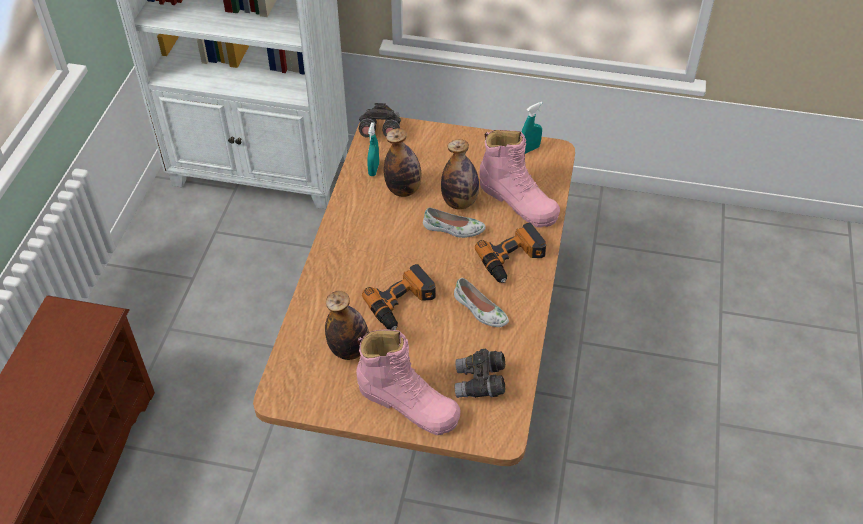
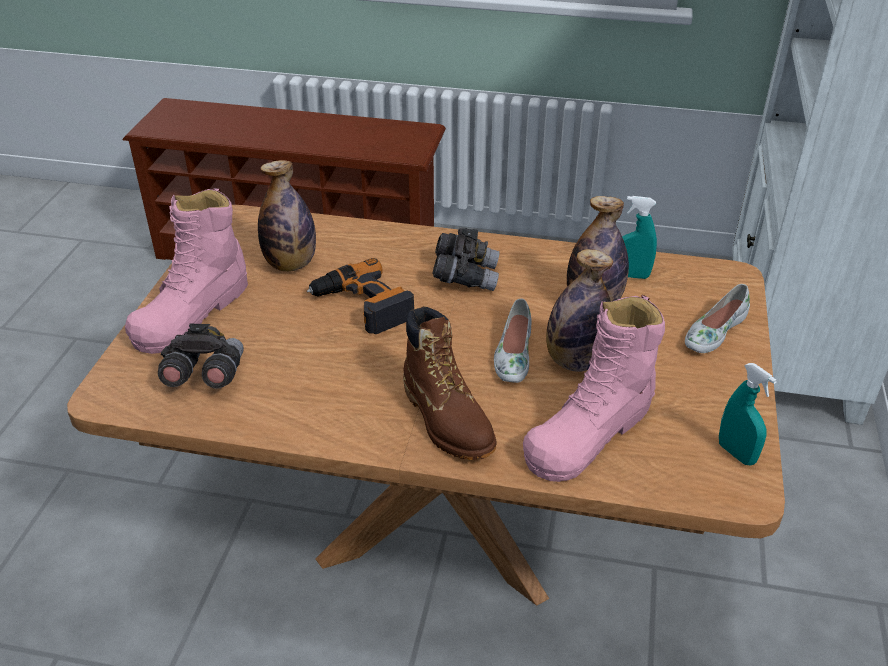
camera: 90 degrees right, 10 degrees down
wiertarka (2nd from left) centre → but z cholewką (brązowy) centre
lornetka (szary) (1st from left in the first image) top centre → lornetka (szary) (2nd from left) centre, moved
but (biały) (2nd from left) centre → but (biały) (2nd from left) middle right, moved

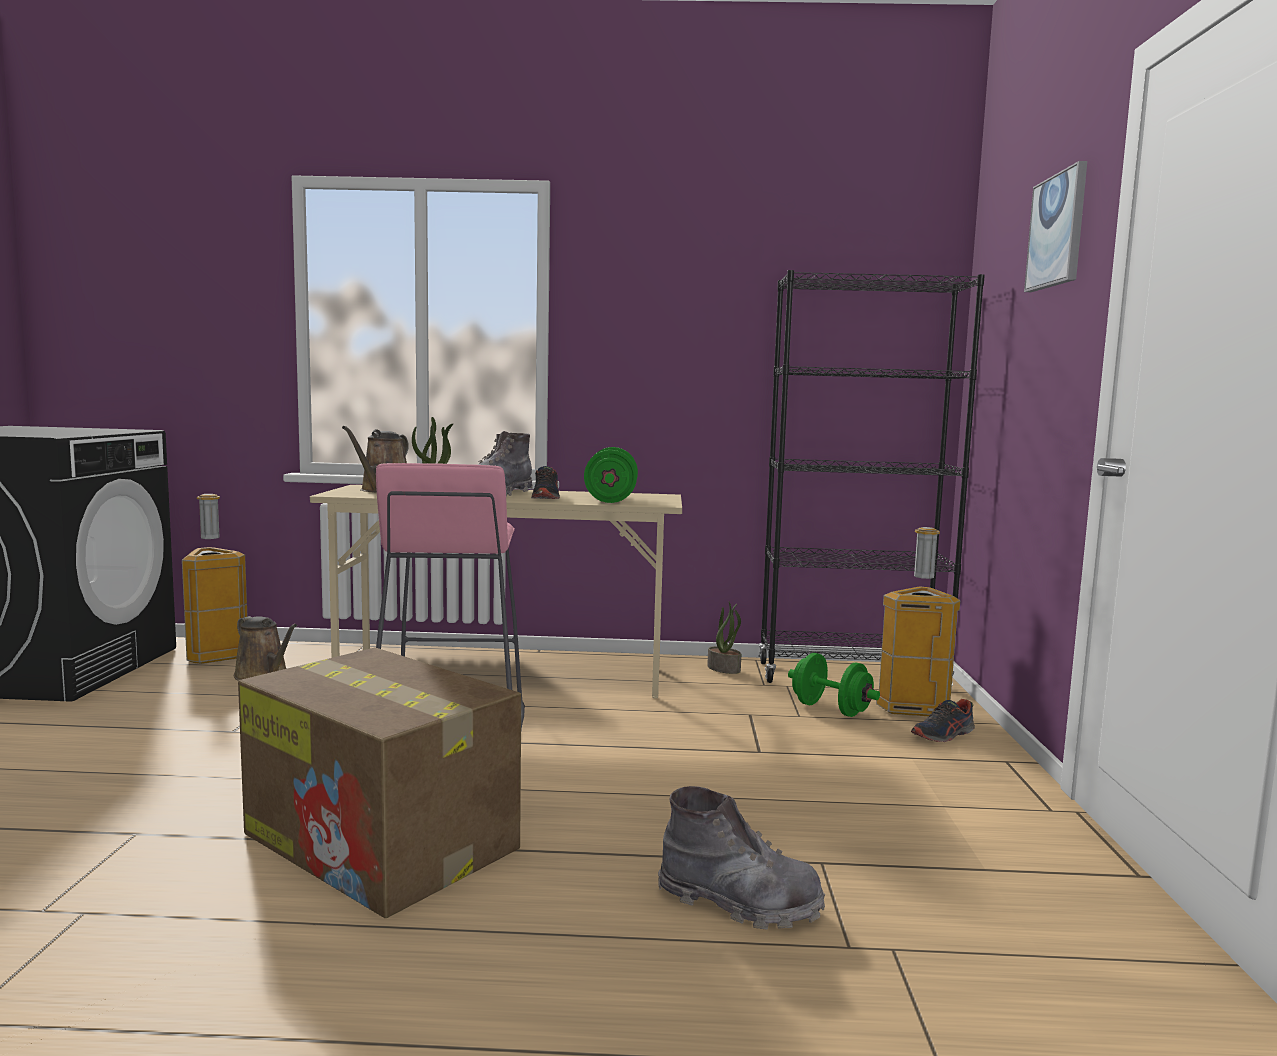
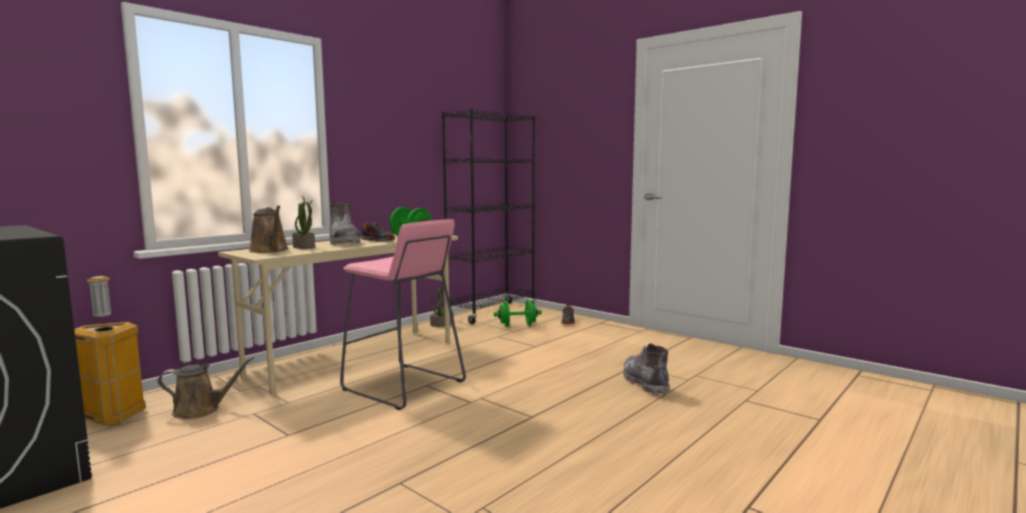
camera: 50 degrees left, 0 degrees up
but z cholewką (szary) (2nd from left) bottom centre, 75 degrees counterclockwise
karton bottom left → -
kosz na śmieci (2nd from left) middle right → -
obraz top right → -

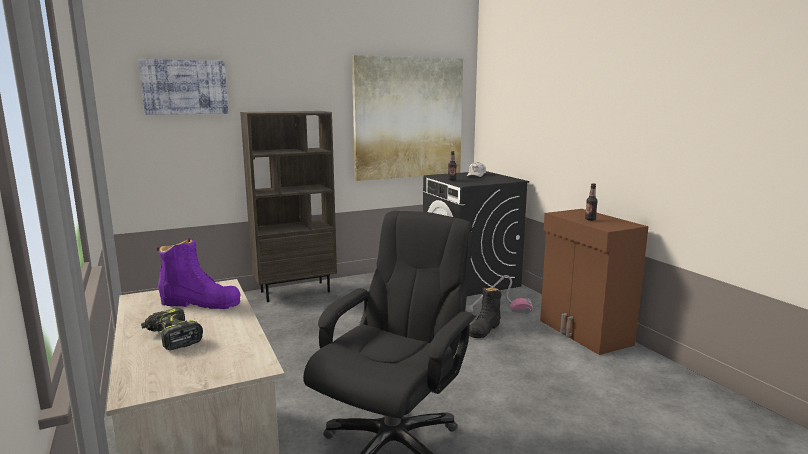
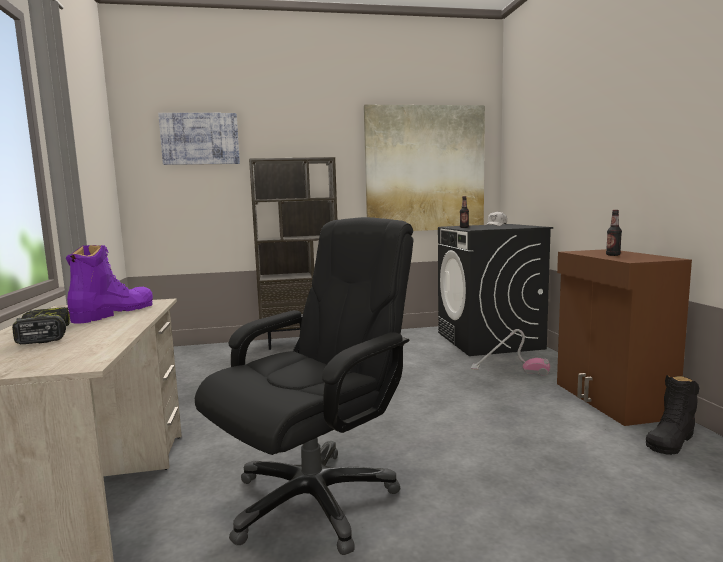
camera: 15 degrees right, 5 degrees down
but z cholewką (fioletowy) middle left, 90 degrees counterclockwise
but z cholewką (czarny) bottom centre → but z cholewką (czarny) bottom right, moved

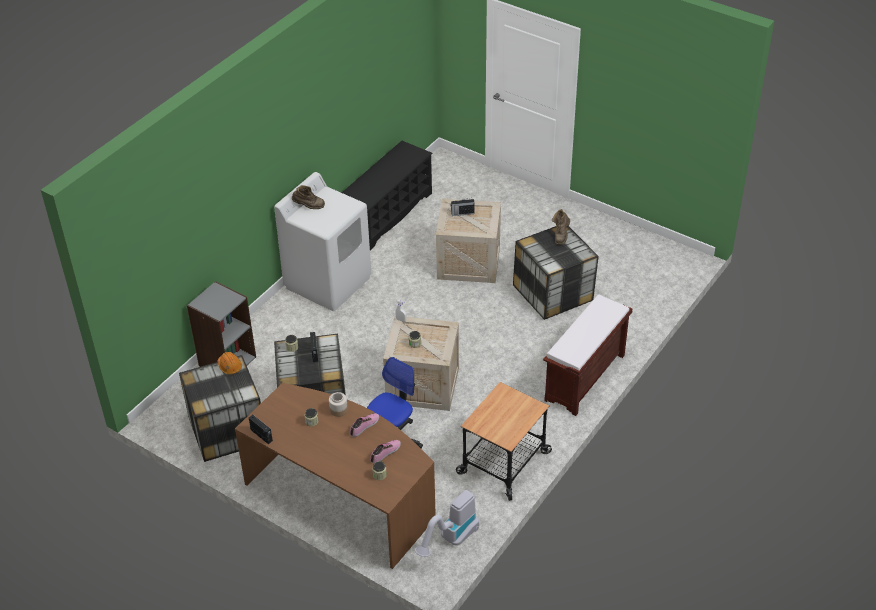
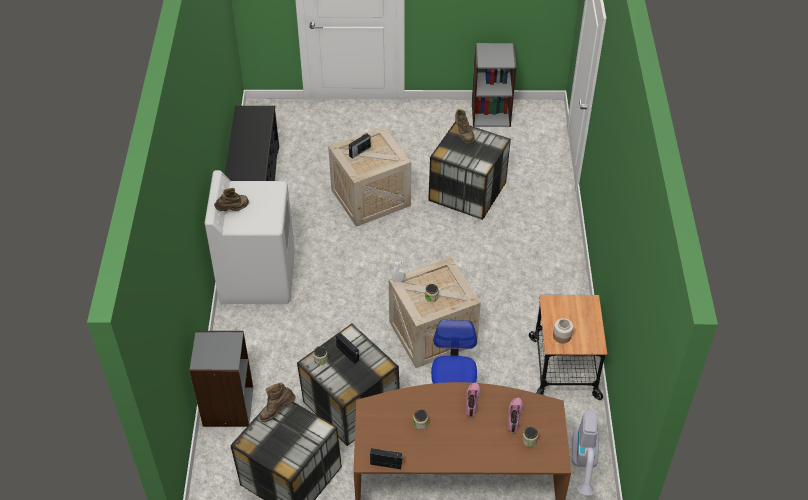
camera: 35 degrees left, 5 degrees up
kask (pomarańczowy) middle left → but z cholewką (brązowy) (2nd from left) bottom centre
- → regał (szary) (2nd from left) top centre
słoik (3rd from left in the first image) centre → słoik (5th from left) middle right, moved
ławka (brązowy) middle right → -

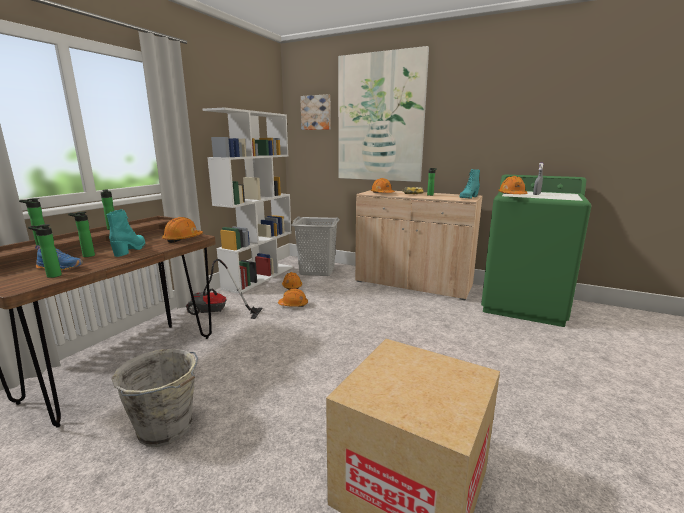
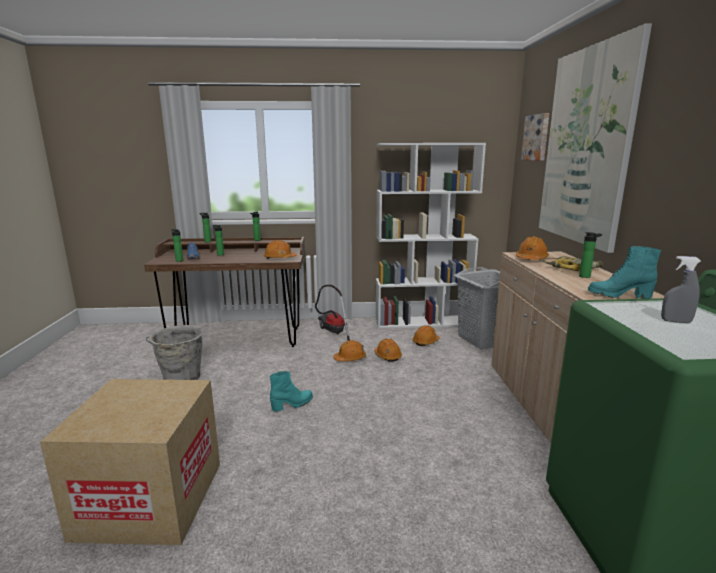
camera: 60 degrees right, 0 degrees up
but z cholewką (turkusowy) (1st from left) middle left → but z cholewką (turkusowy) (1st from left) bottom centre, moved
kask (pomarańczowy) (5th from left in the first image) middle right → kask (pomarańczowy) (2nd from left) centre, moved

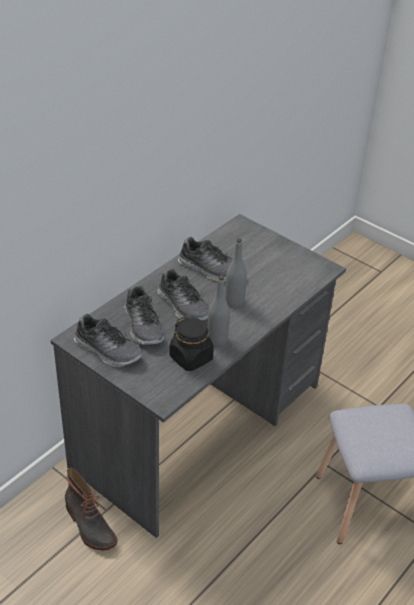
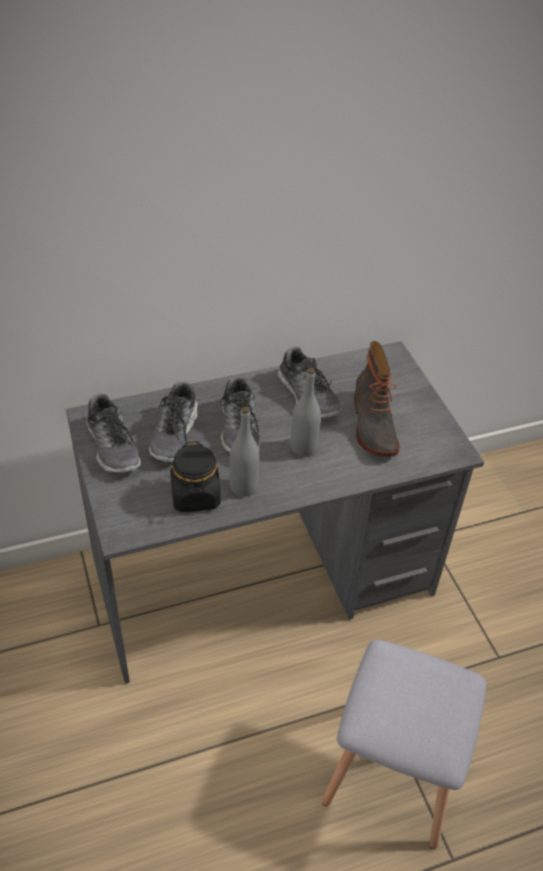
camera: 30 degrees right, 5 degrees up
but z cholewką bottom left → but z cholewką middle right, moved

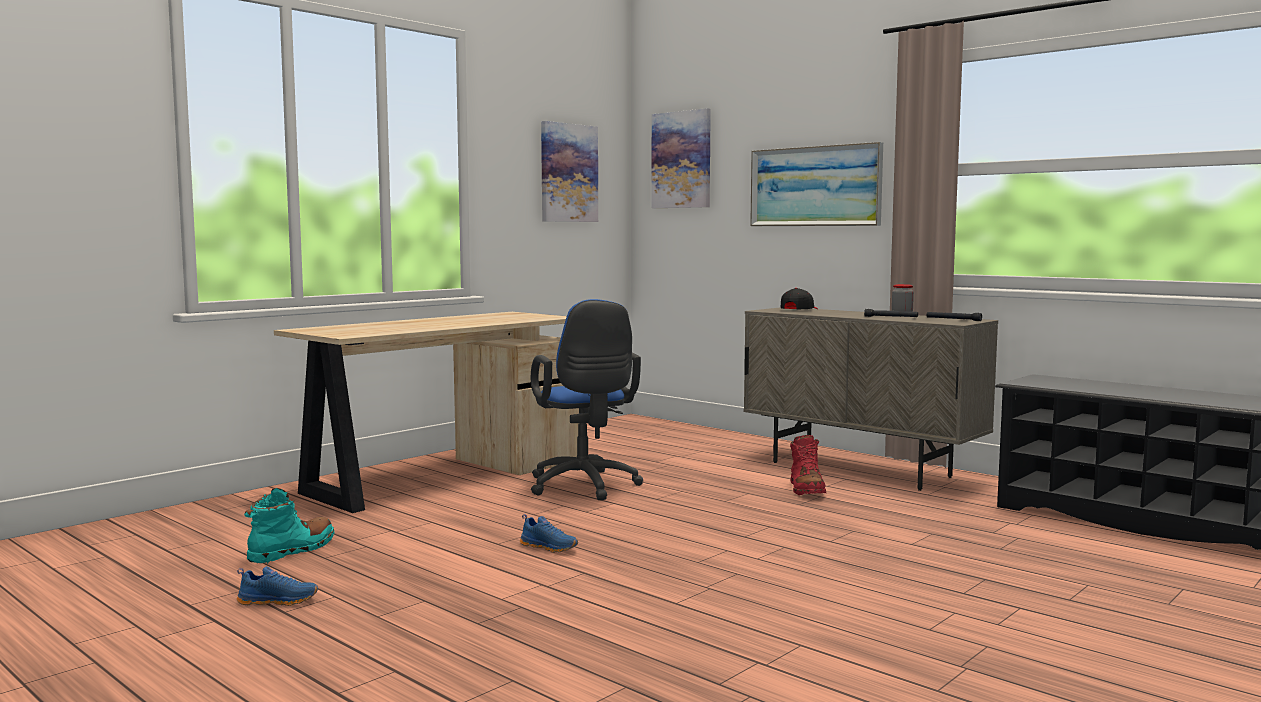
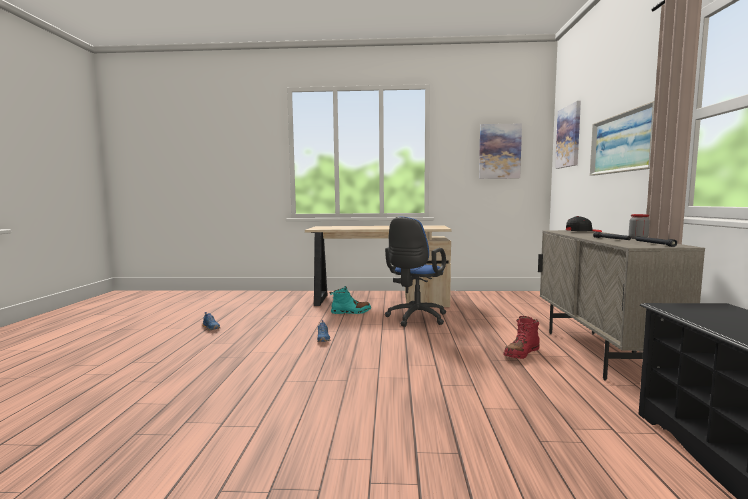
camera: 50 degrees right, 0 degrees up
but z cholewką (turkusowy) bottom left → but z cholewką (turkusowy) centre, moved

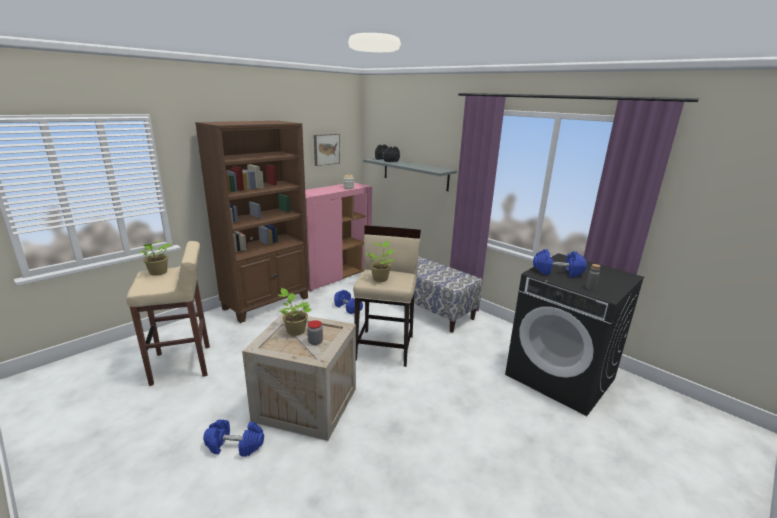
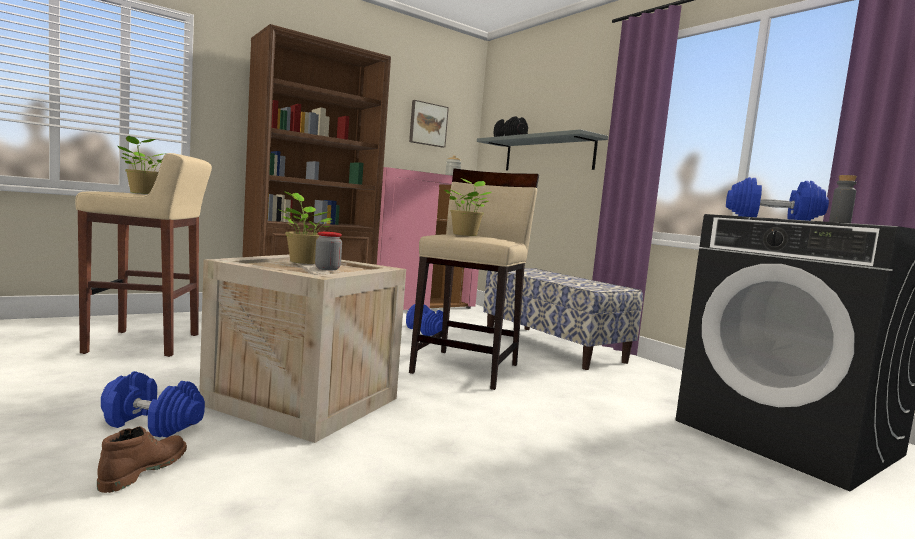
camera: 10 degrees right, 15 degrees down
- → but z cholewką (brązowy) bottom left

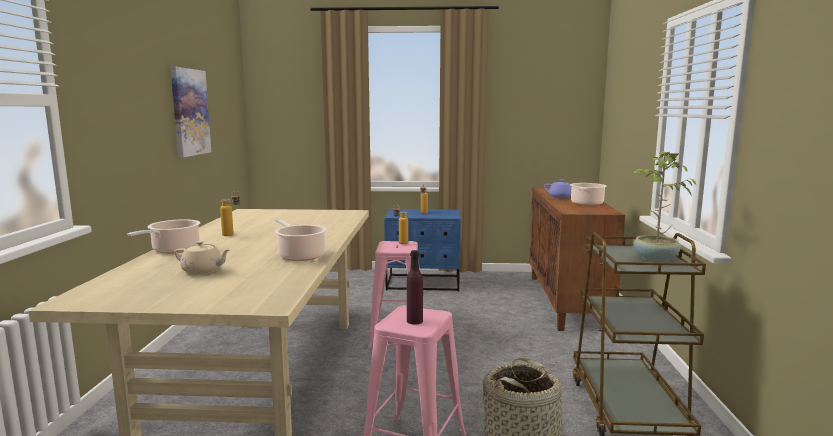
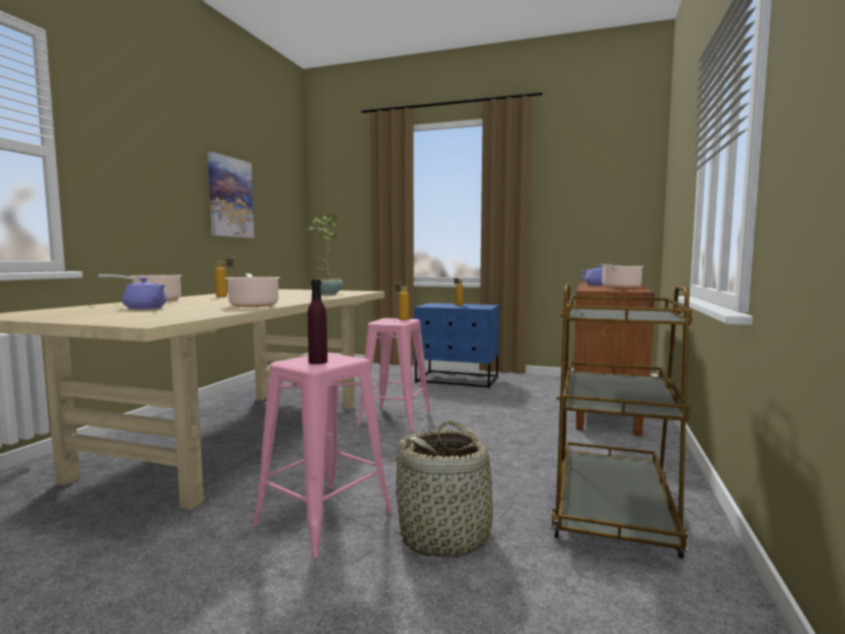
camera: 15 degrees right, 5 degrees down
imbryk (beżowy) middle left → imbryk (fioletowy) (1st from left) middle left
roślina doniczkowa middle right → roślina doniczkowa centre, moved

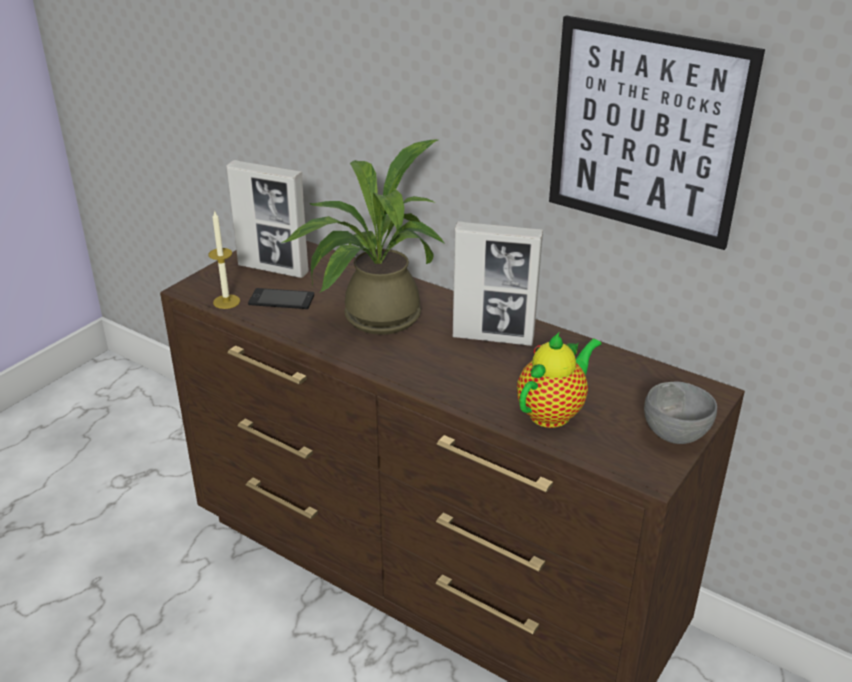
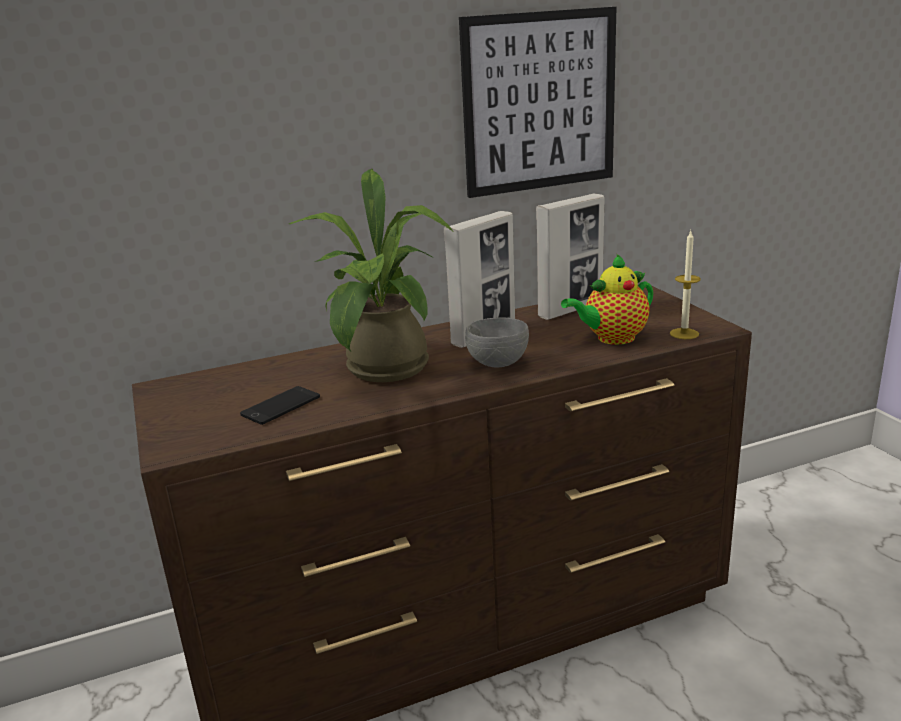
camera: 55 degrees left, 10 degrees down
miska (szary) middle right → miska (szary) centre, moved
ramka na zdjęcie (1st from left in the first image) top left → ramka na zdjęcie (2nd from left) centre, moved
imbryk centre → imbryk middle right, 105 degrees counterclockwise
świeca middle left → świeca middle right, moved

